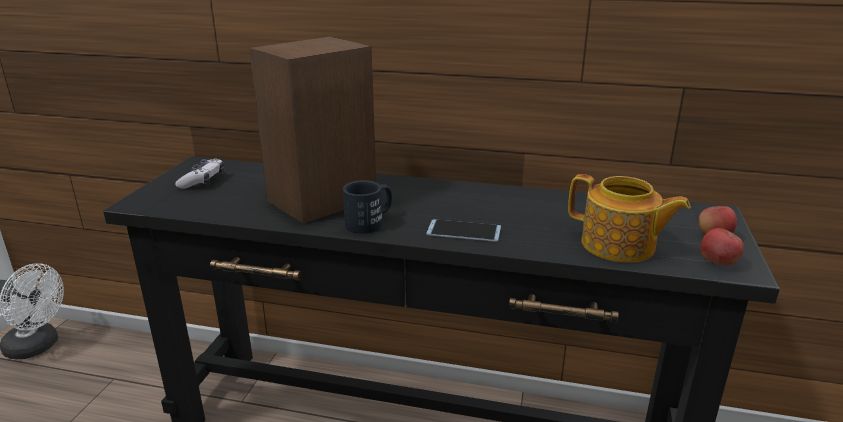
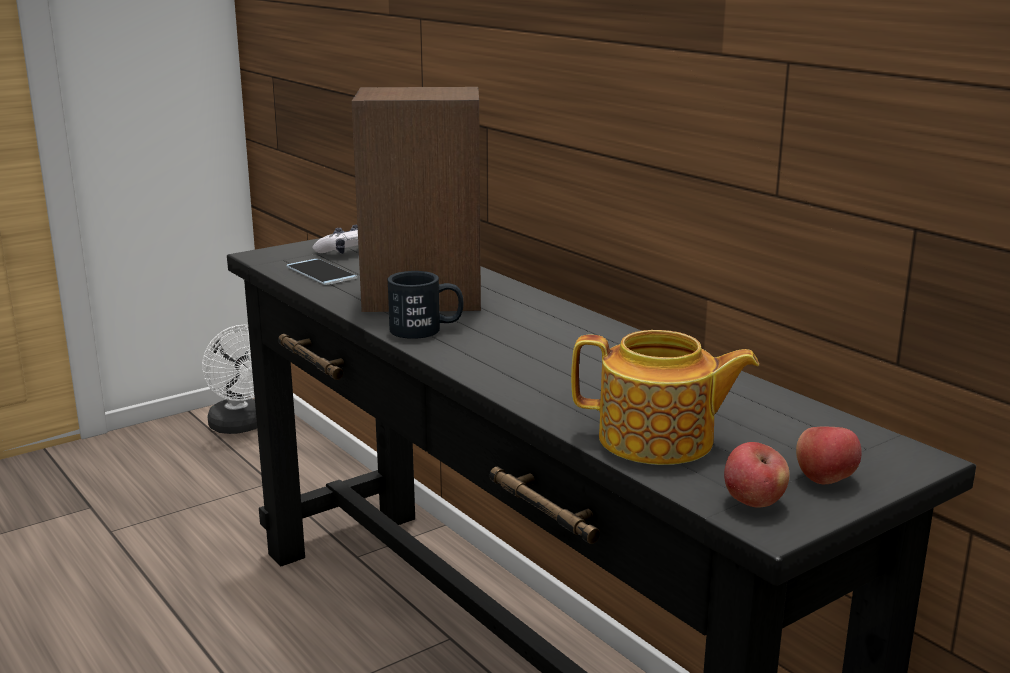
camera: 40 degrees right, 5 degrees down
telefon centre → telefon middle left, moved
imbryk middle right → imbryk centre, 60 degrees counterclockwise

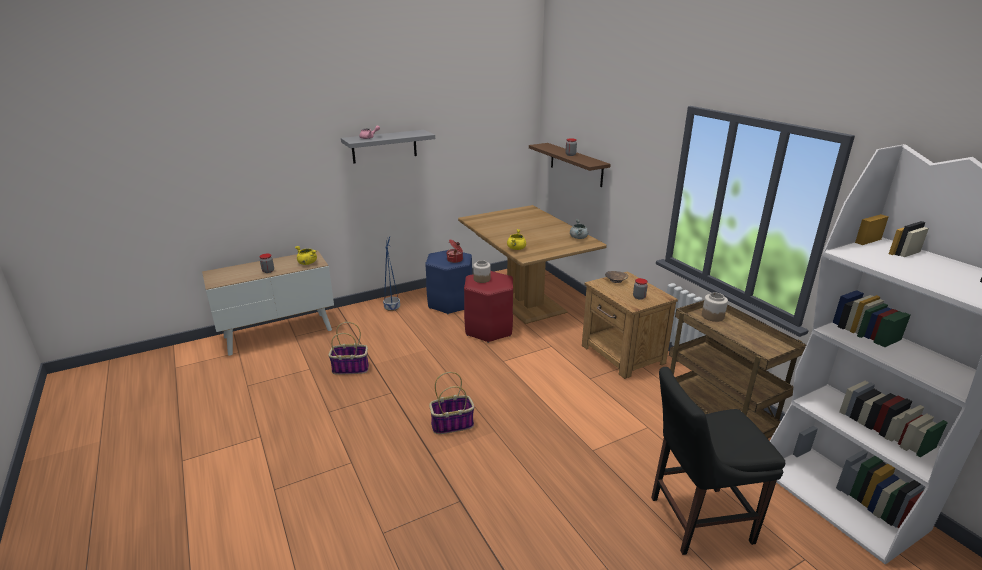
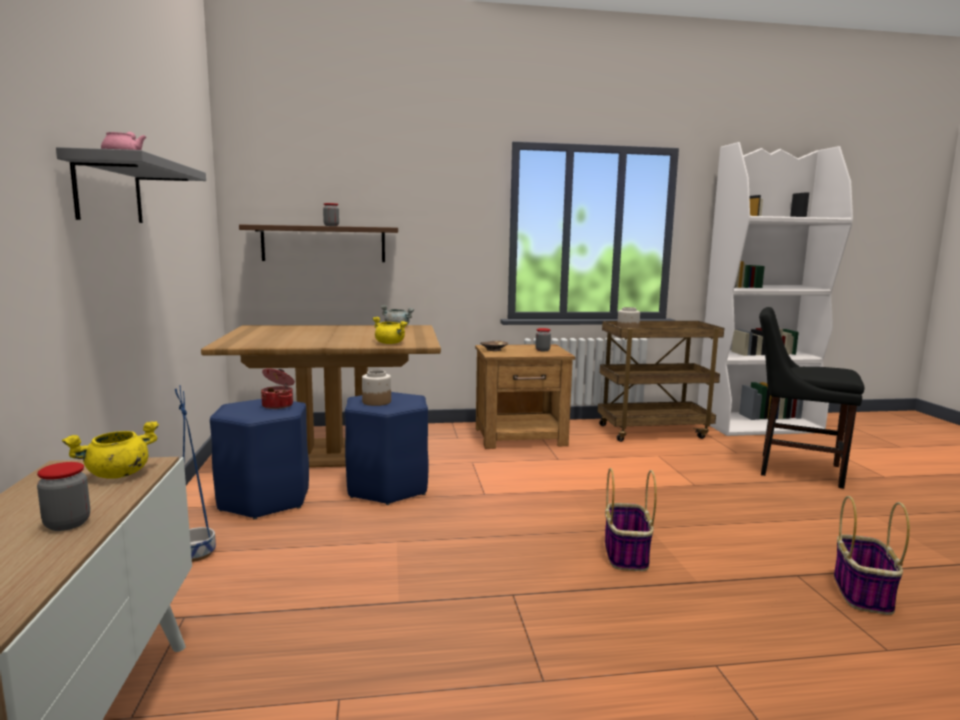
camera: 70 degrees left, 15 degrees down
stołek (czerwony) centre → stołek (niebieski) (2nd from left) centre
krzesło (czarny) bottom right → krzesło (czarny) middle right, 105 degrees clockwise
koszyk (1st from left in the first image) centre → koszyk (2nd from left) bottom right, moved

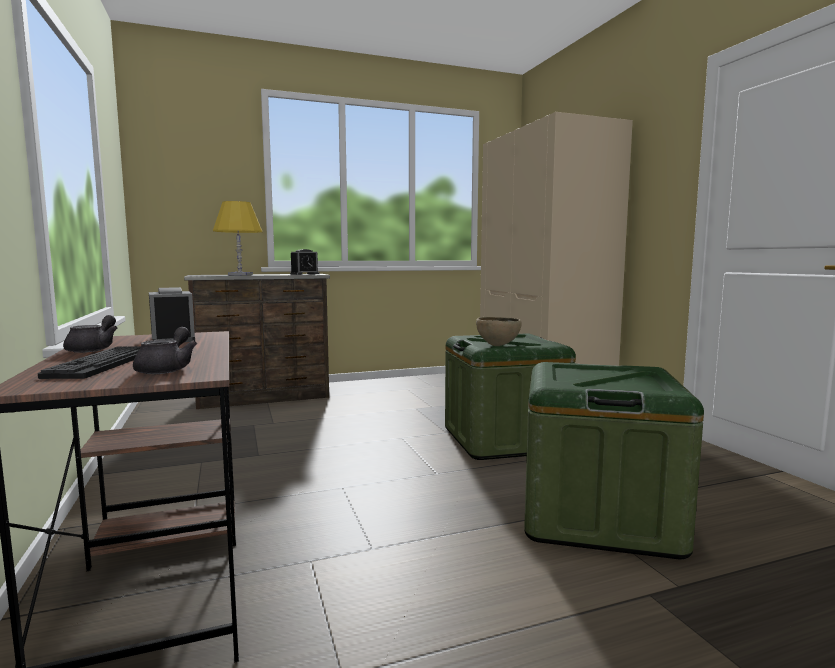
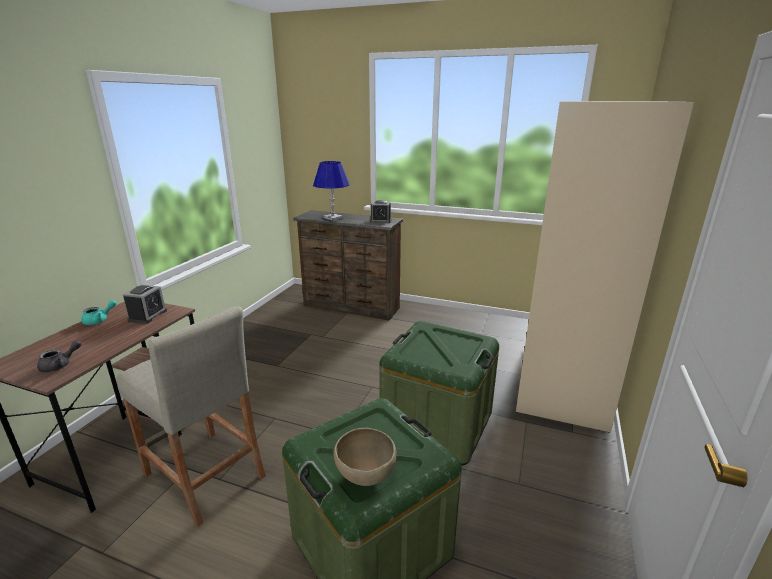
camera: 40 degrees right, 15 degrees up
imbryk (szary) (1st from left) middle left → imbryk (turkusowy) middle left
- → stołek (beżowy) bottom left
lampa stołowa (żółty) middle left → lampa stołowa (niebieski) top centre
miska (brązowy) centre → miska (brązowy) bottom centre, moved
klawiatura middle left → -

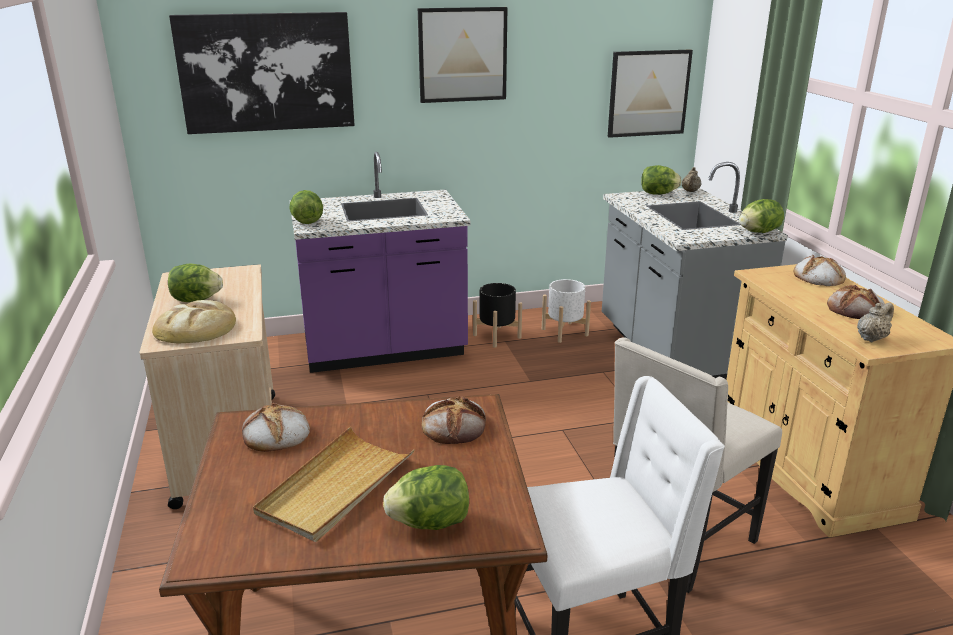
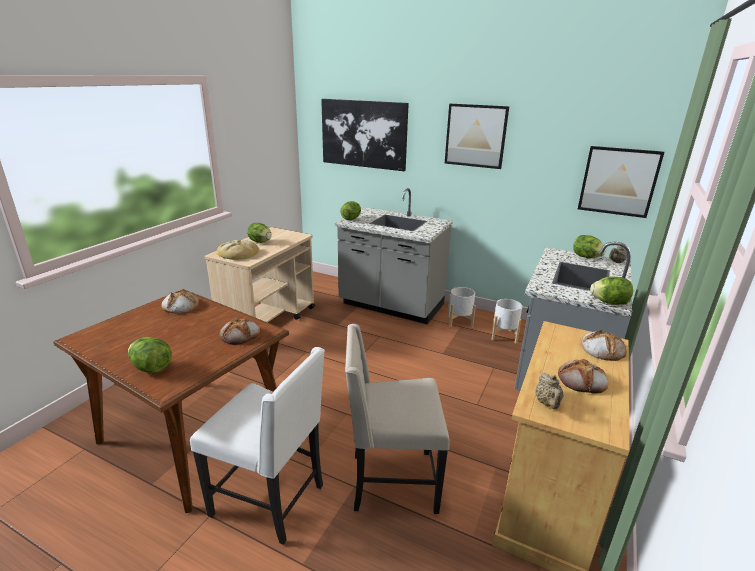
camera: 40 degrees right, 0 degrees up
zabudowa kuchenna (fioletowy) centre → zabudowa kuchenna (szary) (1st from left) centre
donica (czarny) centre → donica (biały) (1st from left) centre
imbryk (beżowy) (2nd from left in the first image) middle right → imbryk (beżowy) (1st from left) bottom right, 90 degrees clockwise
taca (beżowy) bottom centre → -

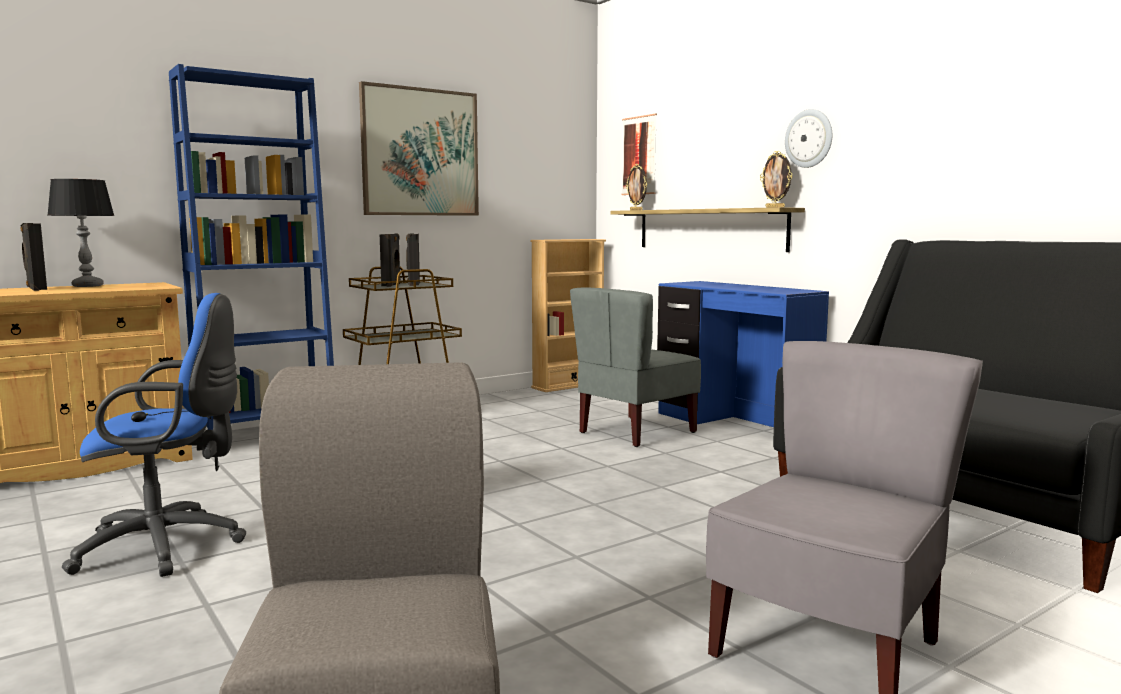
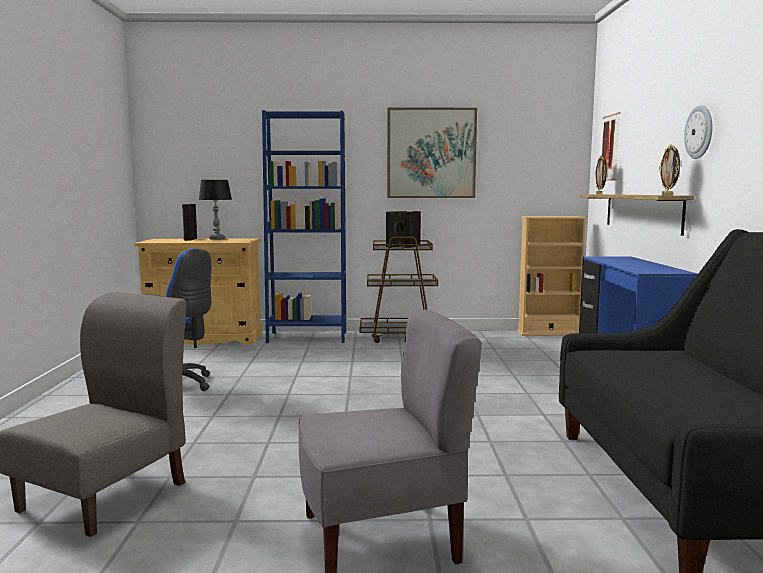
camera: 35 degrees right, 0 degrees up
krzesło (szary) (2nd from left) centre → -

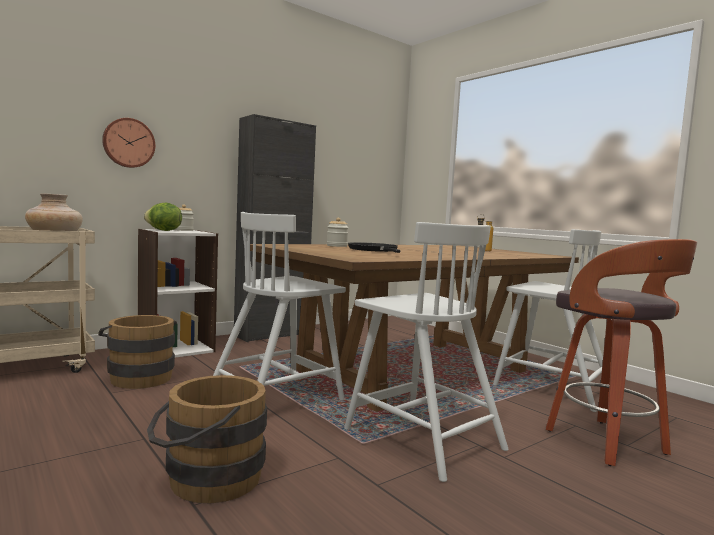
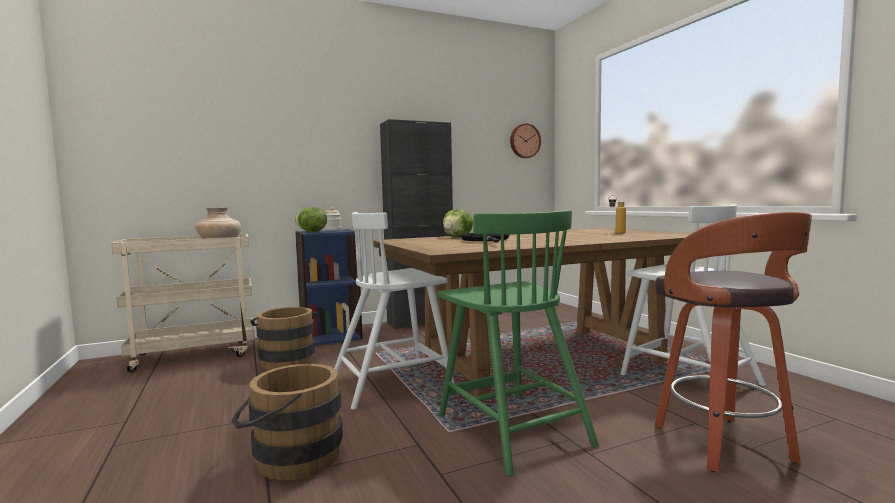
camera: 15 degrees right, 0 degrees up
regał (biały) middle left → regał (niebieski) centre
krzesło (biały) (2nd from left) centre → krzesło (zielony) bottom centre
słoik (2nd from left) centre → sałata (2nd from left) centre
zegar ścienny top left → zegar ścienny top centre, moved

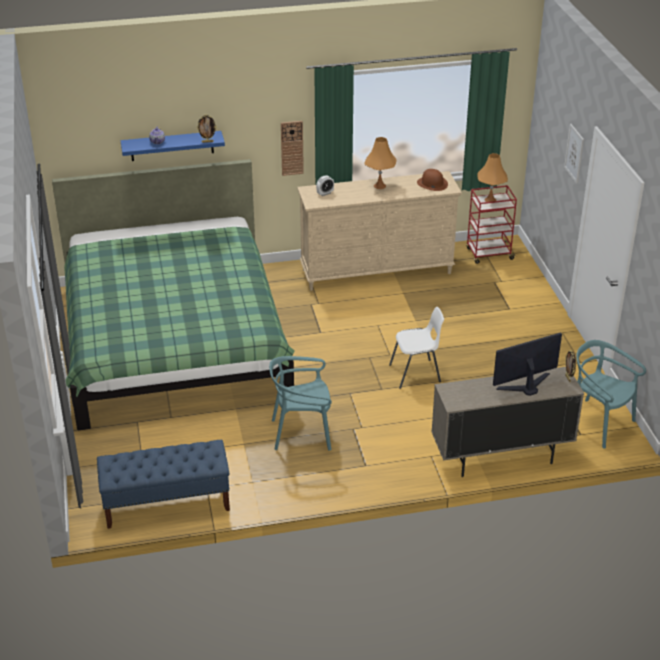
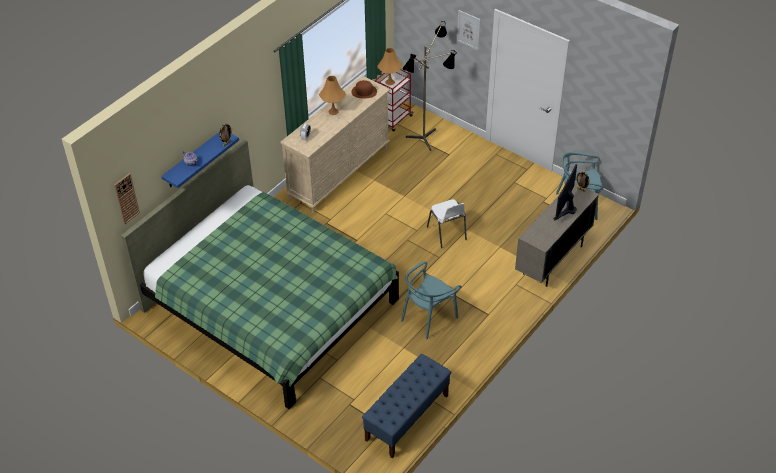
camera: 40 degrees left, 10 degrees up
zegar ścienny top centre → zegar ścienny middle left, moved
- → lampa stojąca top centre
krzesło (biały) centre, 120 degrees clockwise

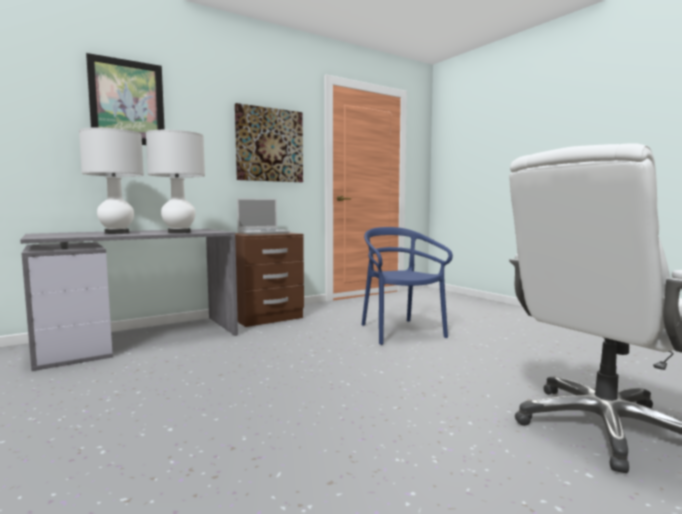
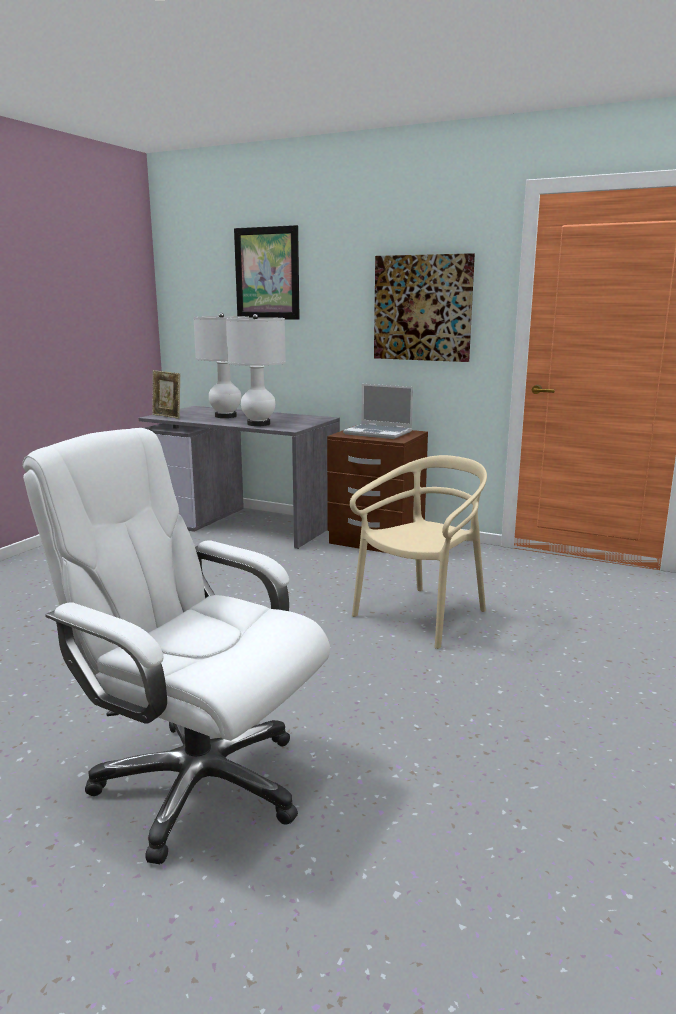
camera: 60 degrees right, 10 degrees up
- → ramka na zdjęcie middle left
krzesło (niebieski) centre → krzesło (beżowy) centre

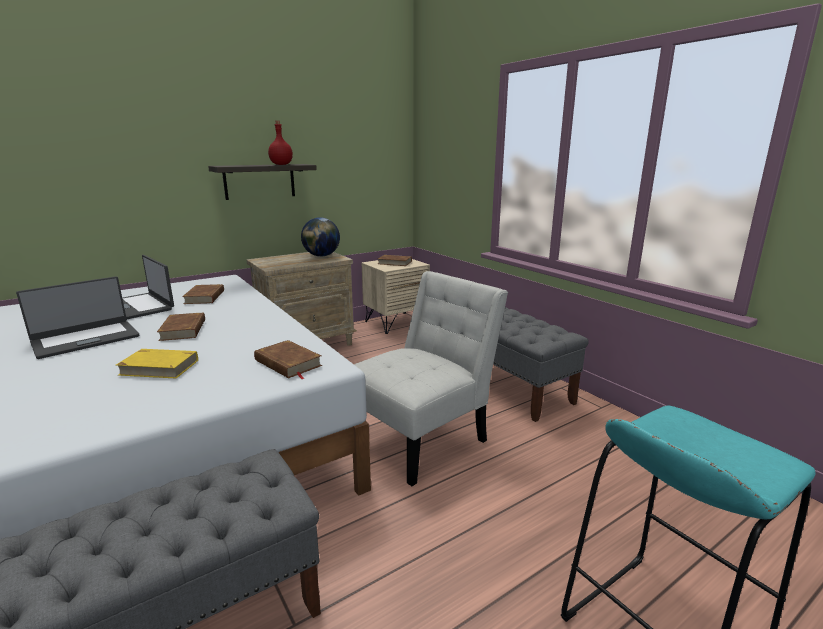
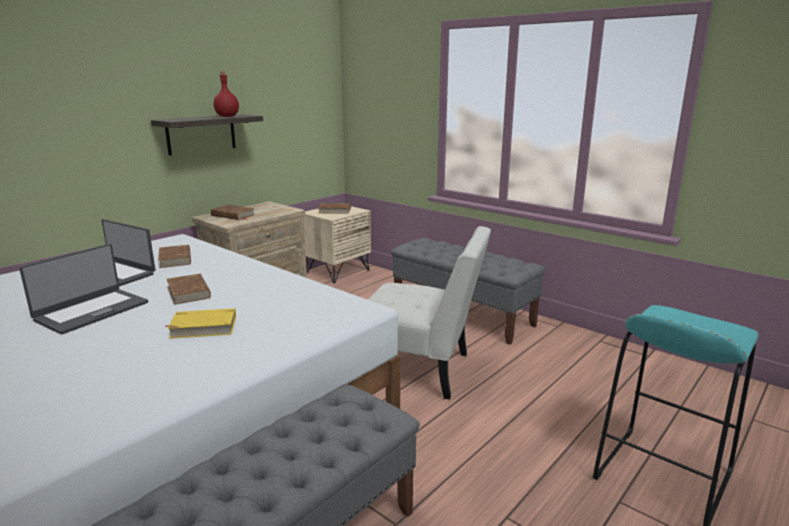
camera: 15 degrees left, 0 degrees up
książka (brązowy) (3rd from left) centre → książka (brązowy) (3rd from left) middle left, moved
krzesło (biały) centre, 75 degrees clockwise
globus centre → -

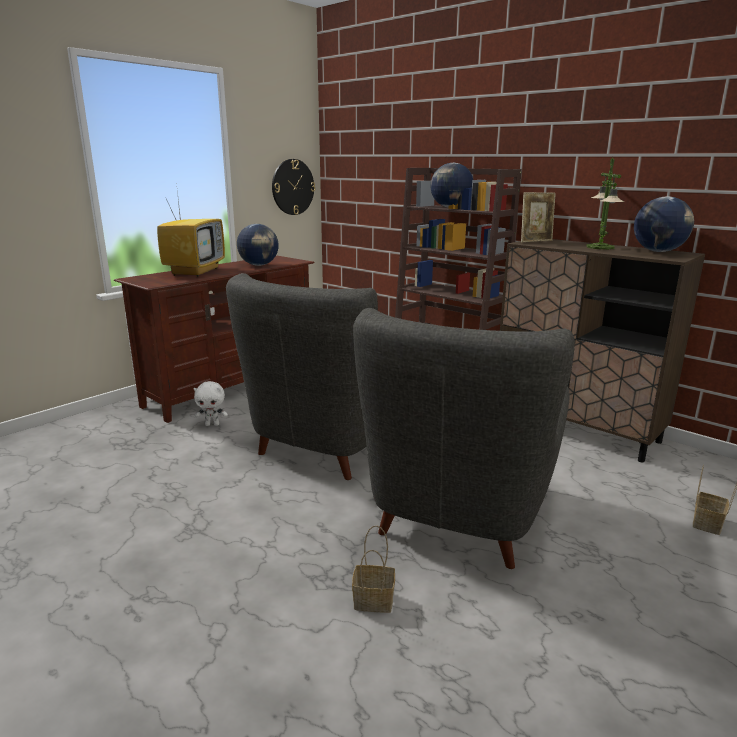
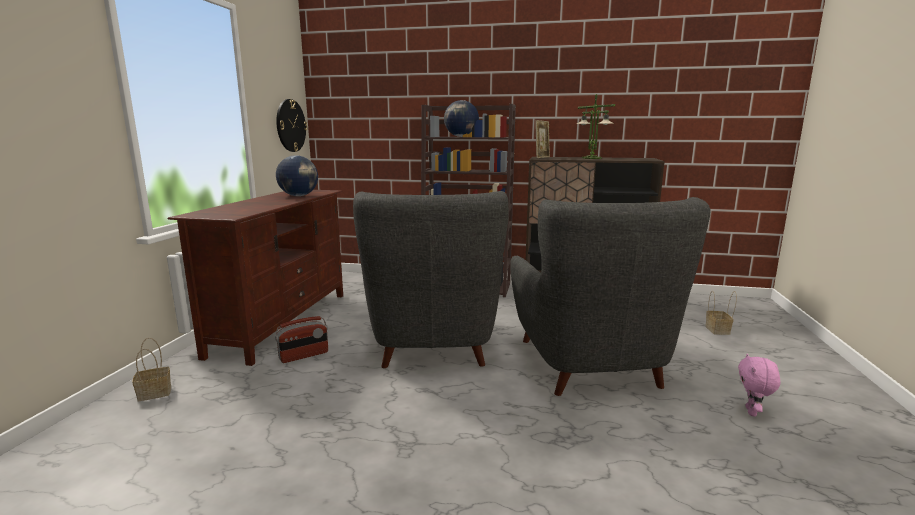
camera: 30 degrees left, 5 degrees down
koszyk (1st from left) bottom centre → koszyk (1st from left) bottom left, moved
pluszak (biały) middle left → radio middle left
- → pluszak (różowy) bottom right
telewizor top left → -
globus (3rd from left) top right → -

